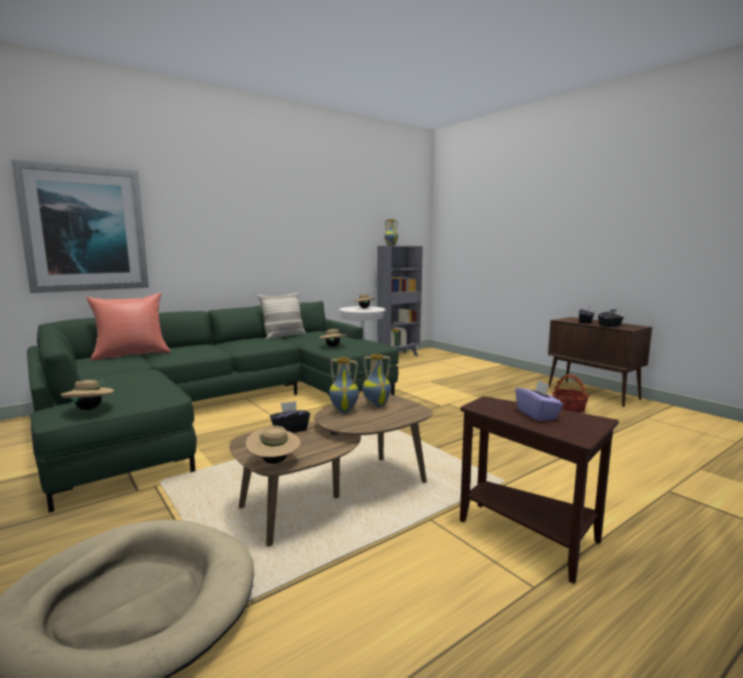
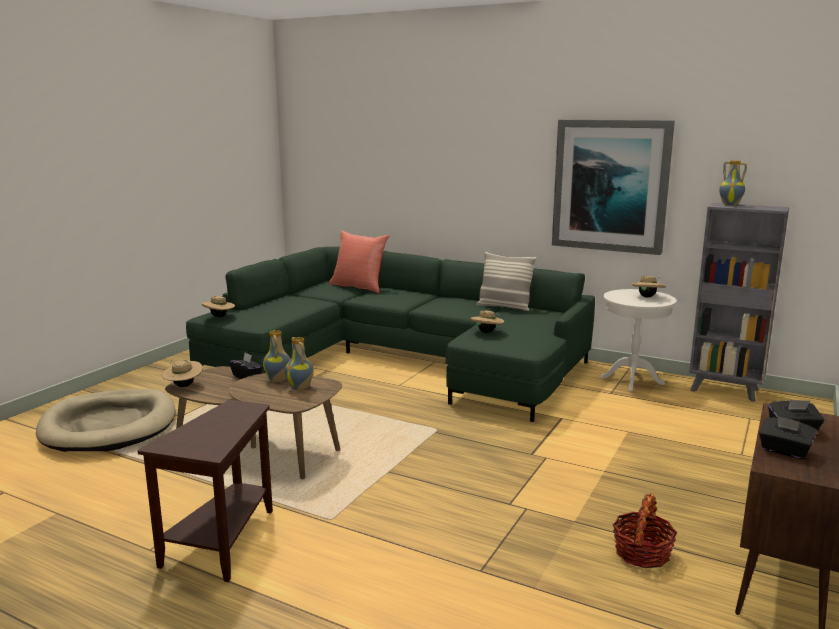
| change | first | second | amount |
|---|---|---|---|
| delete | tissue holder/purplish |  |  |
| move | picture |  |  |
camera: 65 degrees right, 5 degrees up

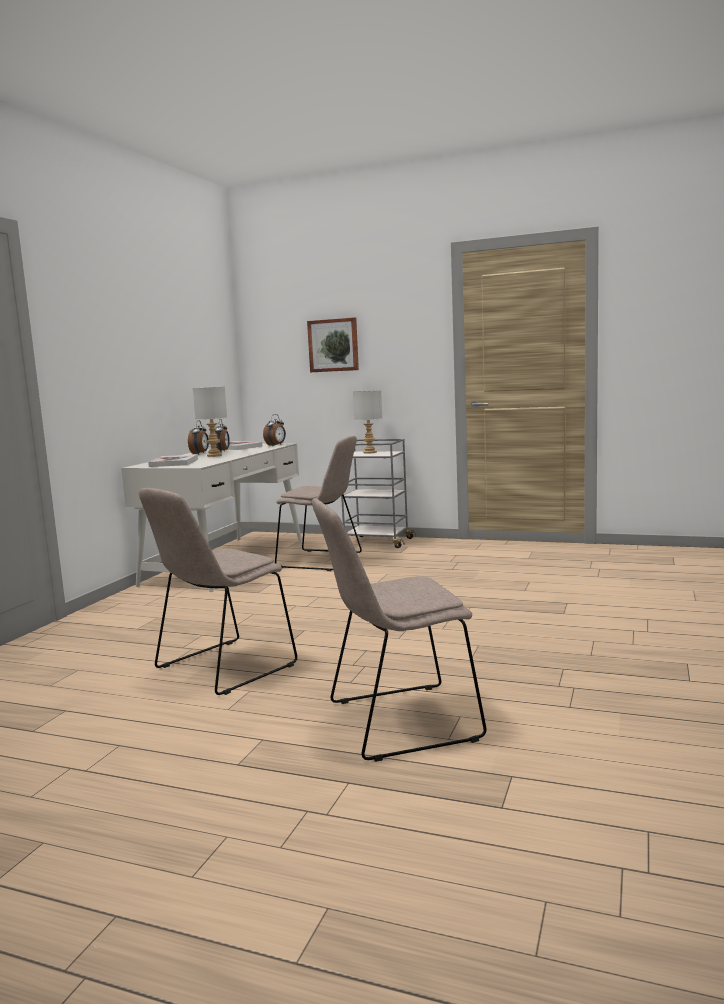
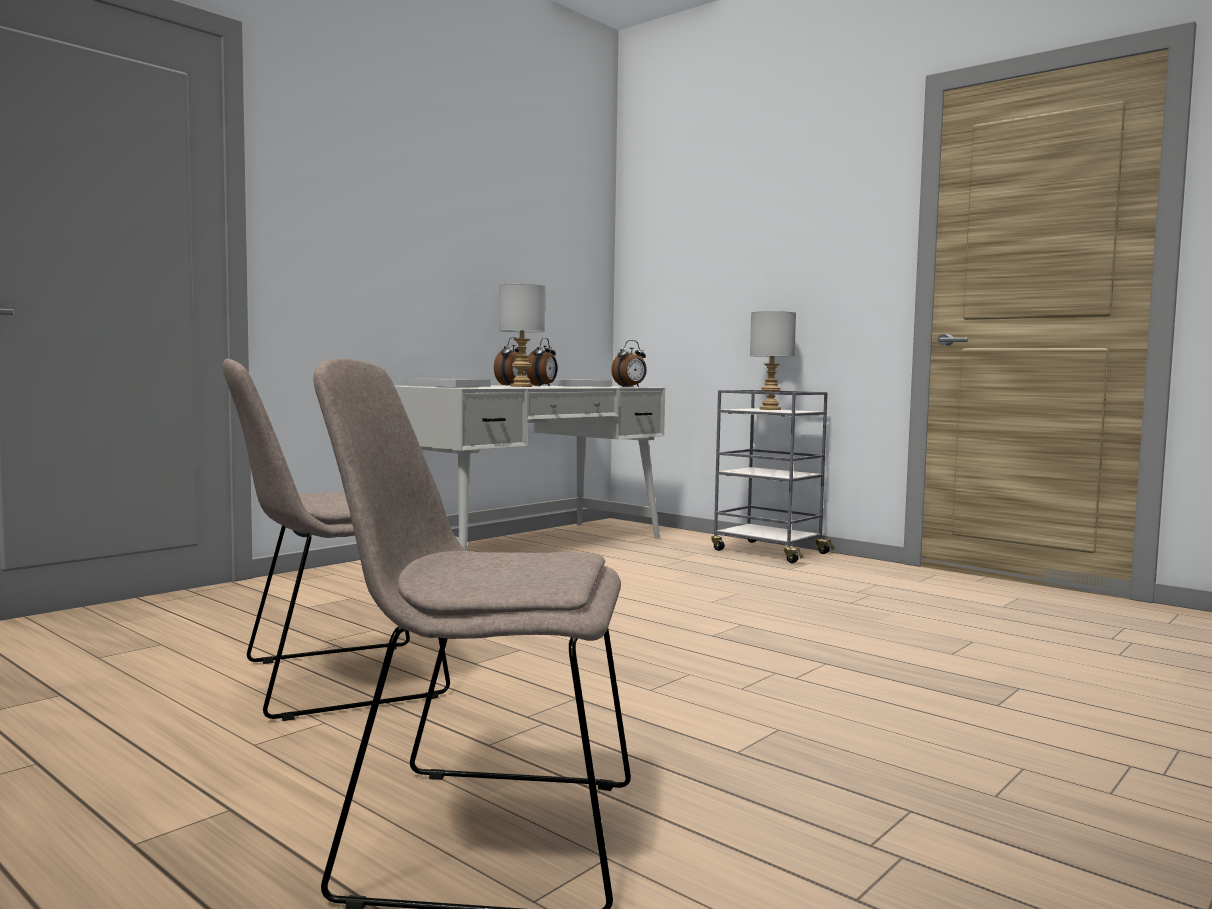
| change | first | second | amount |
|---|---|---|---|
| delete | chair/beige-coloured (2nd from left) |  |  |
| delete | picture |  |  |
camera: 20 degrees right, 5 degrees down

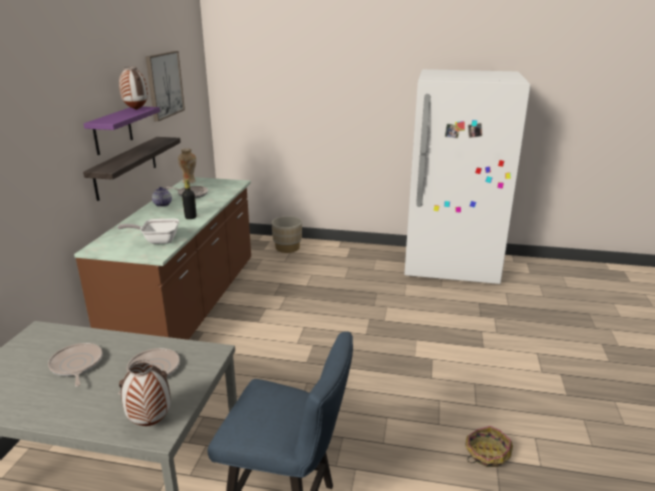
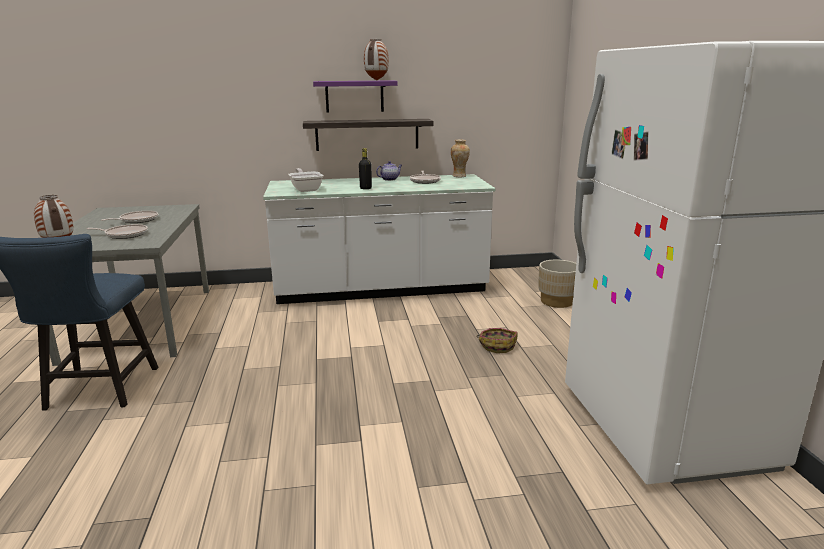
| change | first | second | amount |
|---|---|---|---|
| delete | picture |  |  |
| move | basket |  |  |
| recolor | kitchen base unit/brownish | kitchen base unit/whitish |  |
camera: 70 degrees right, 5 degrees down

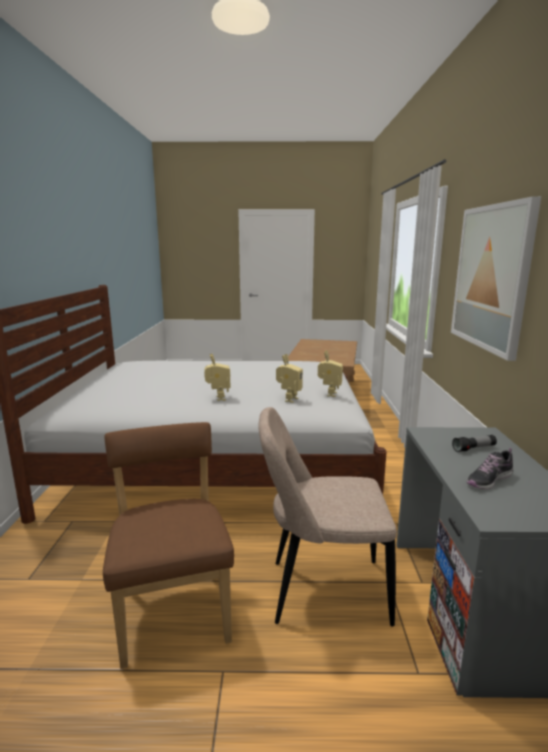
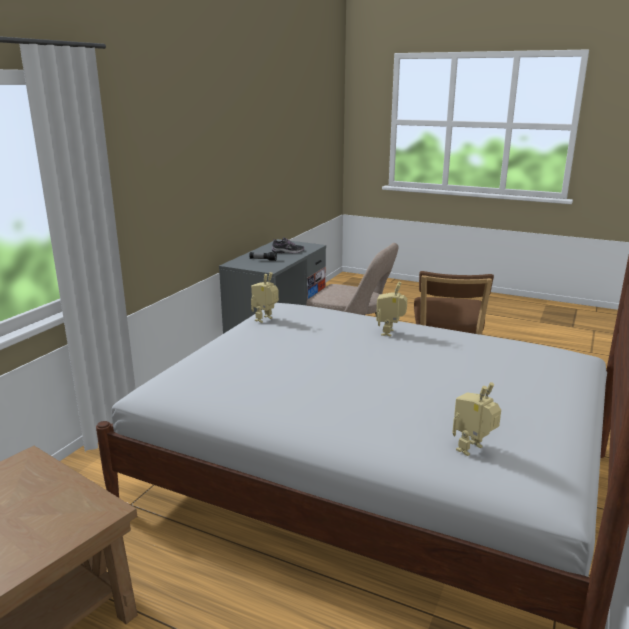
| change | first | second | amount |
|---|---|---|---|
| delete | picture |  |  |
| move | robot figure (2nd from left in the first image) | robot figure (3rd from left) |  |
camera: 155 degrees left, 5 degrees up

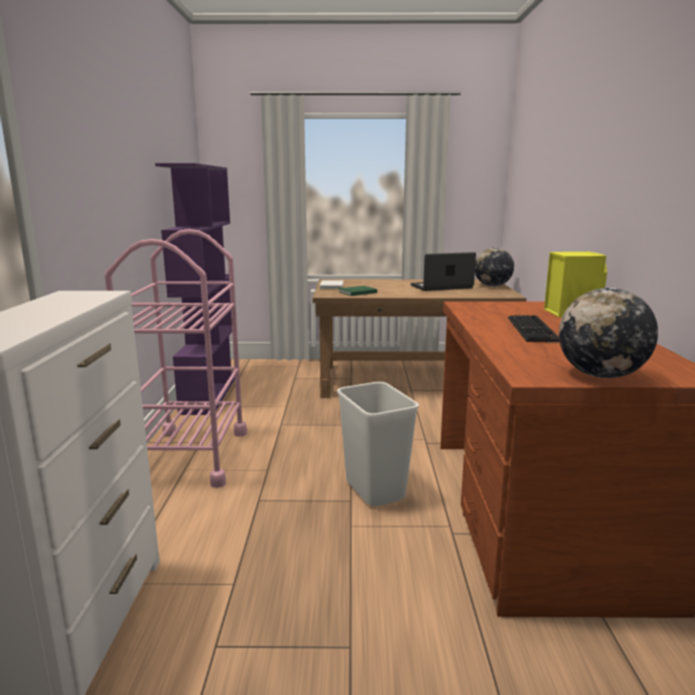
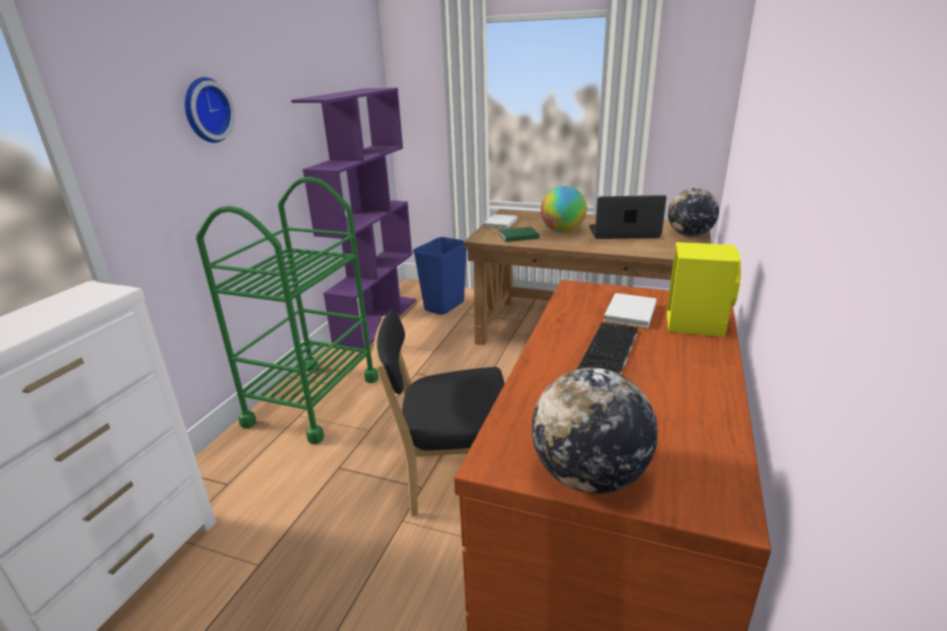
| change | first | second | amount |
|---|---|---|---|
| insert |  | hanging clock |  |
| insert |  | trash can/blue-coloured |  |
| insert |  | world globe (1st from left) |  |
| insert |  | volume/whitish (2nd from left) |  |
| replace | trash can/whitish | chair/blackish |  |
| recolor | trolley/pink | trolley/greenish |  |
camera: 20 degrees right, 10 degrees up

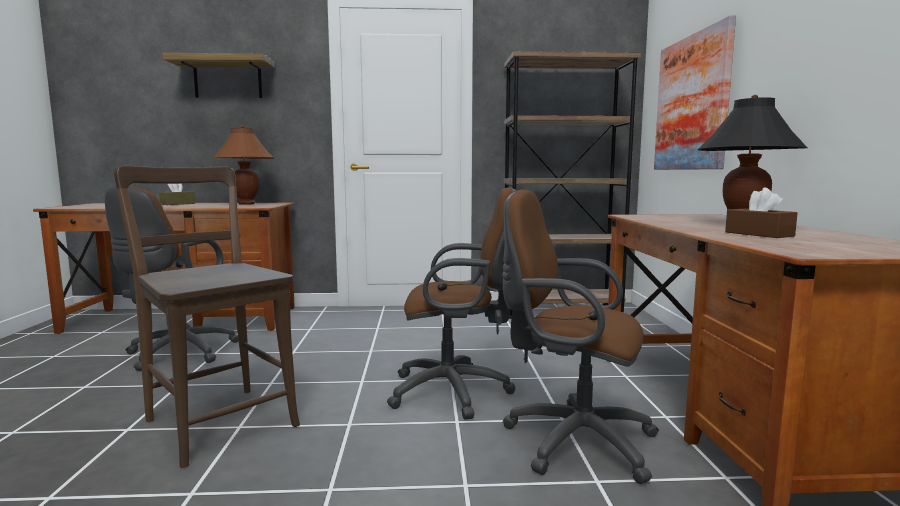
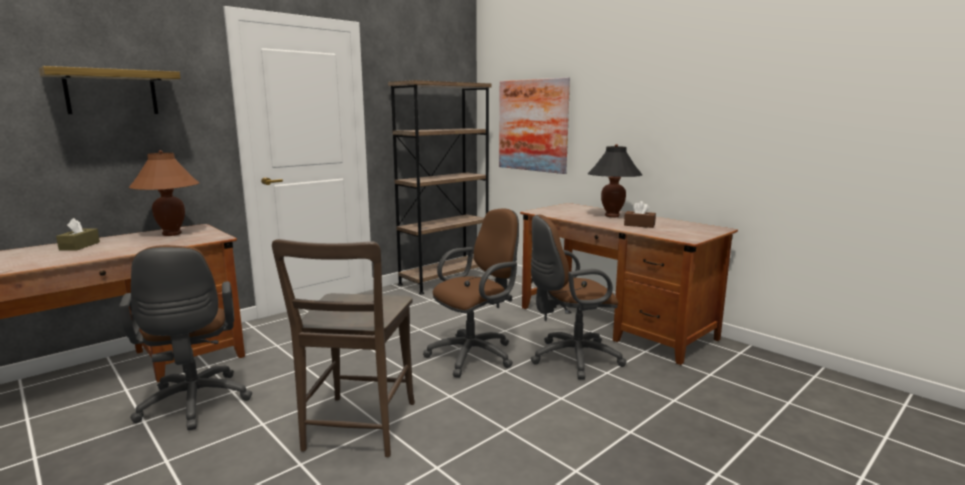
| change | first | second | amount |
|---|---|---|---|
| rotate | chair/brownish |  | 90 degrees counterclockwise |
camera: 40 degrees left, 5 degrees up

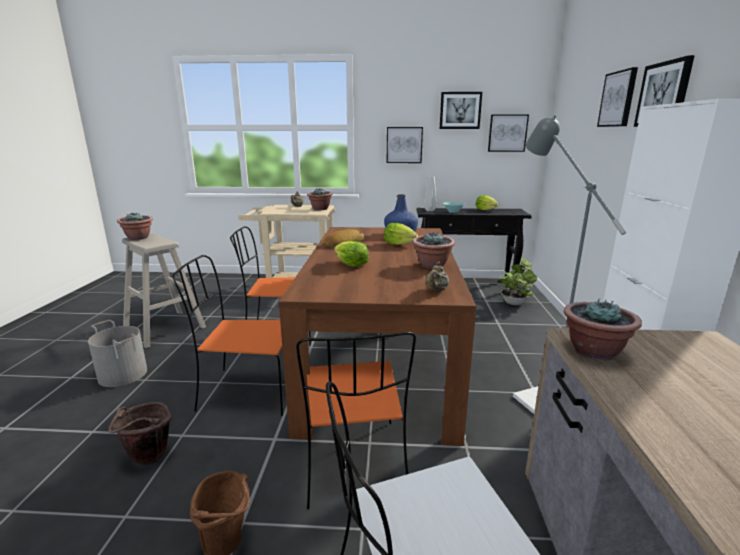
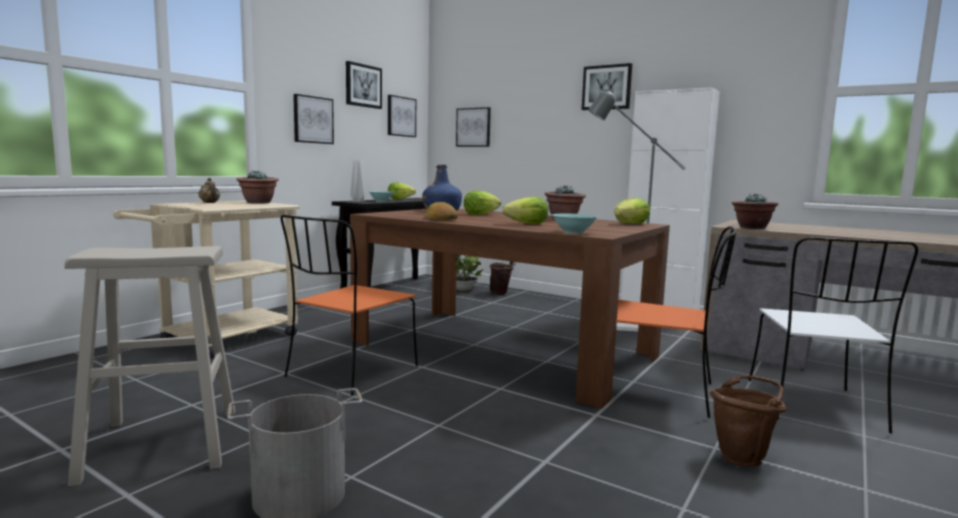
| change | first | second | amount |
|---|---|---|---|
| delete | plant in a pot (1st from left) |  |  |
| delete | chair/orangey (1st from left) |  |  |
| insert |  | deep dish/turquoise-coloured (2nd from left) |  |
| move | bucket/brownish (1st from left) |  |  |
| move | picture (4th from left) |  |  |
| replace | teapot/beige-coloured (2nd from left) | lettuce head (4th from left) |  |
camera: 60 degrees left, 10 degrees down

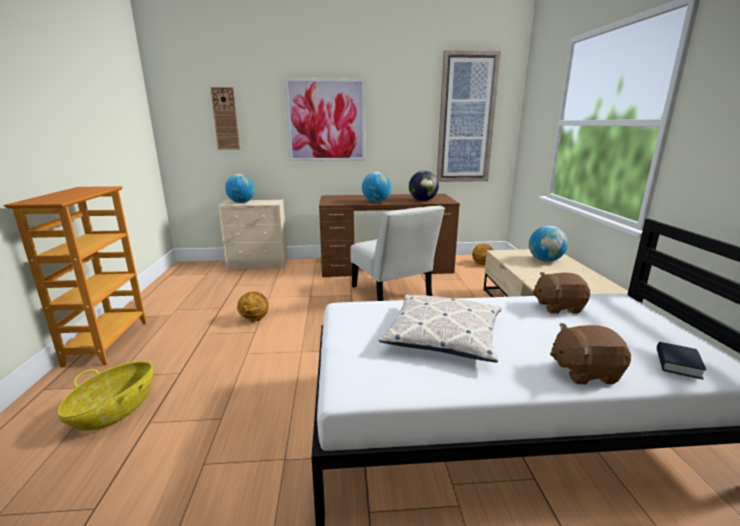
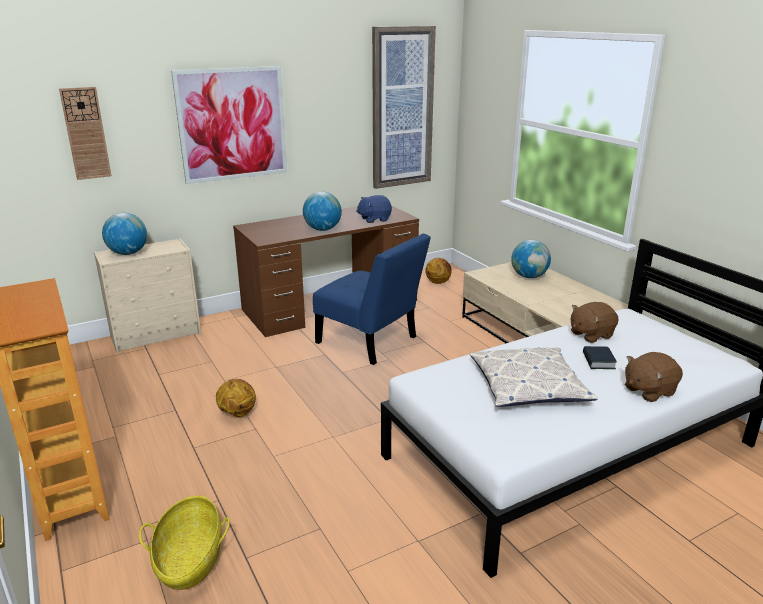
| change | first | second | amount |
|---|---|---|---|
| move | volume |  |  |
| replace | world globe (3rd from left) | soft toy/blue-coloured |  |
| recolor | chair/whitish | chair/blue-coloured |  |
camera: 25 degrees left, 5 degrees up

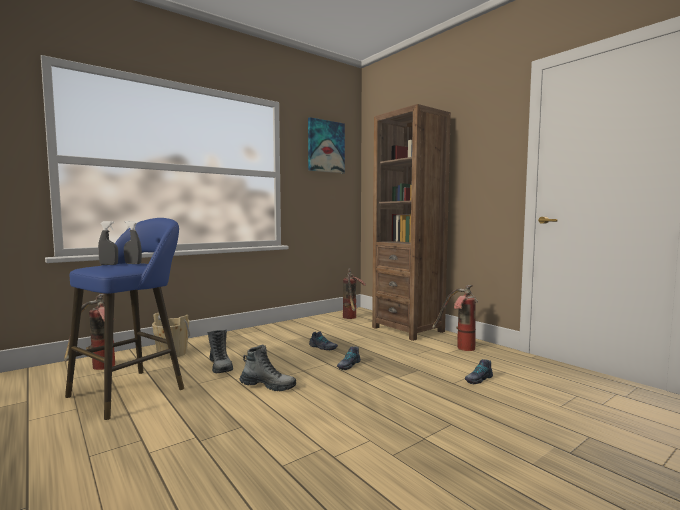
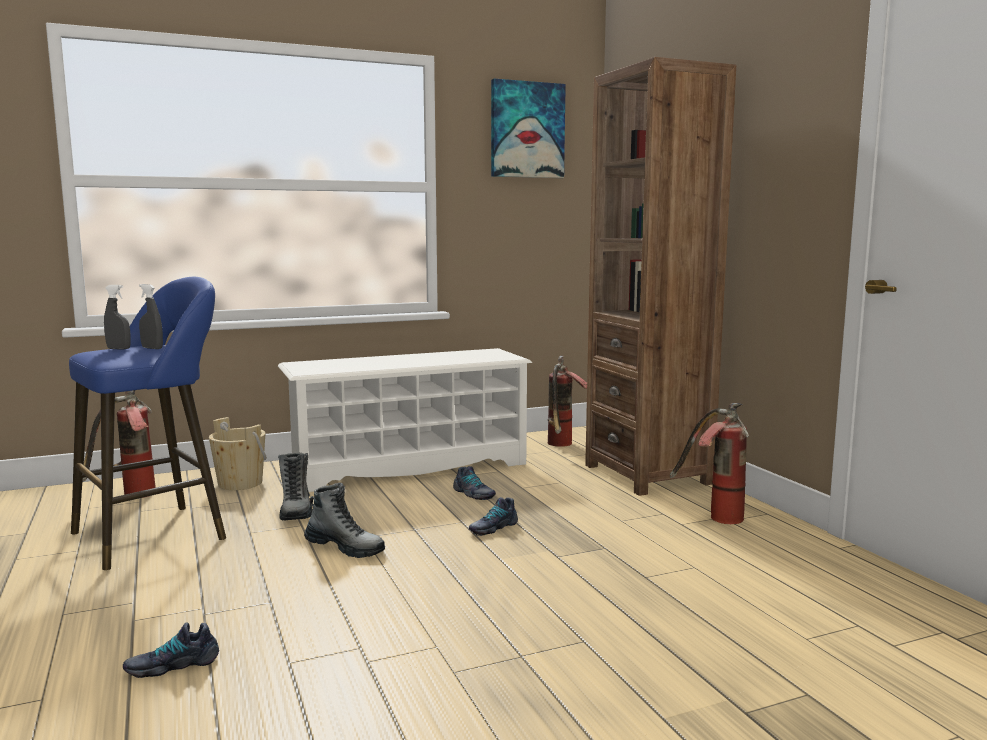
| change | first | second | amount |
|---|---|---|---|
| insert |  | shoe stand/whitish |  |
| move | low shoe (3rd from left in the first image) | low shoe (1st from left) |  |
camera: 15 degrees right, 5 degrees up

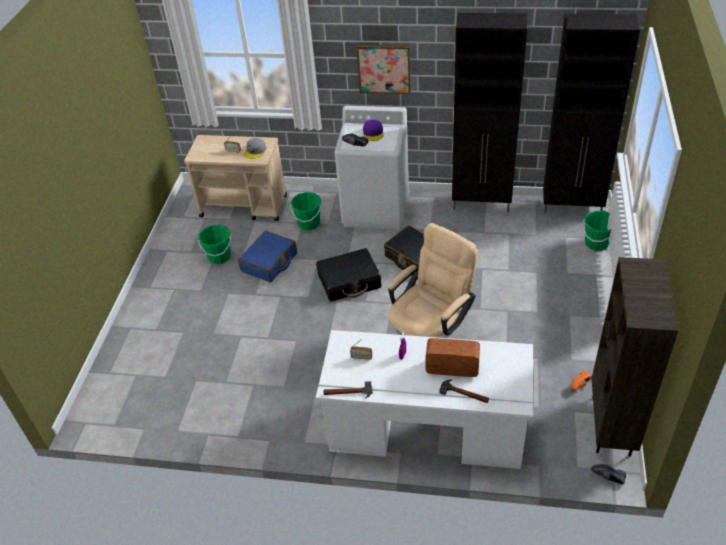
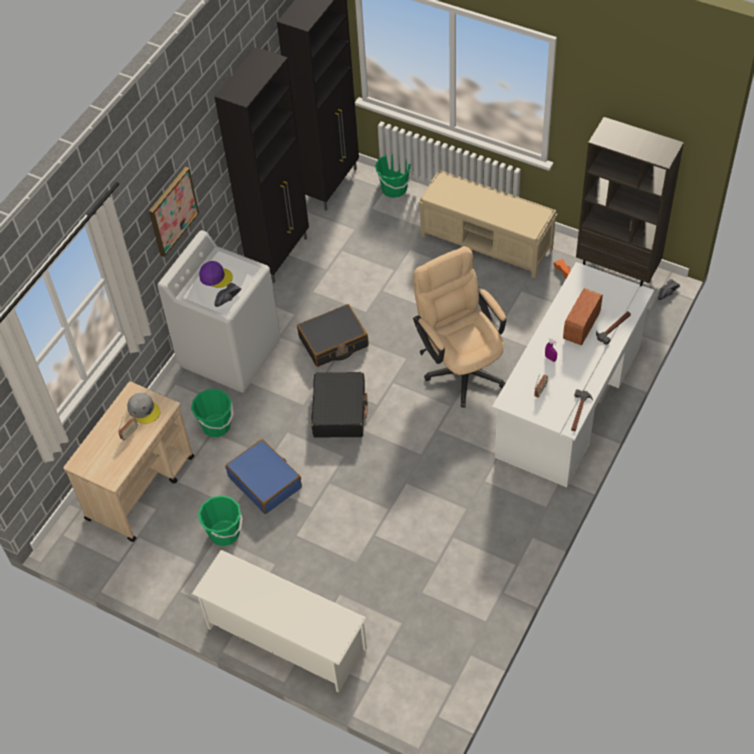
| change | first | second | amount |
|---|---|---|---|
| insert |  | shoe stand/whitish |  |
| insert |  | indoor bench/beige-coloured |  |
camera: 70 degrees left, 10 degrees up

